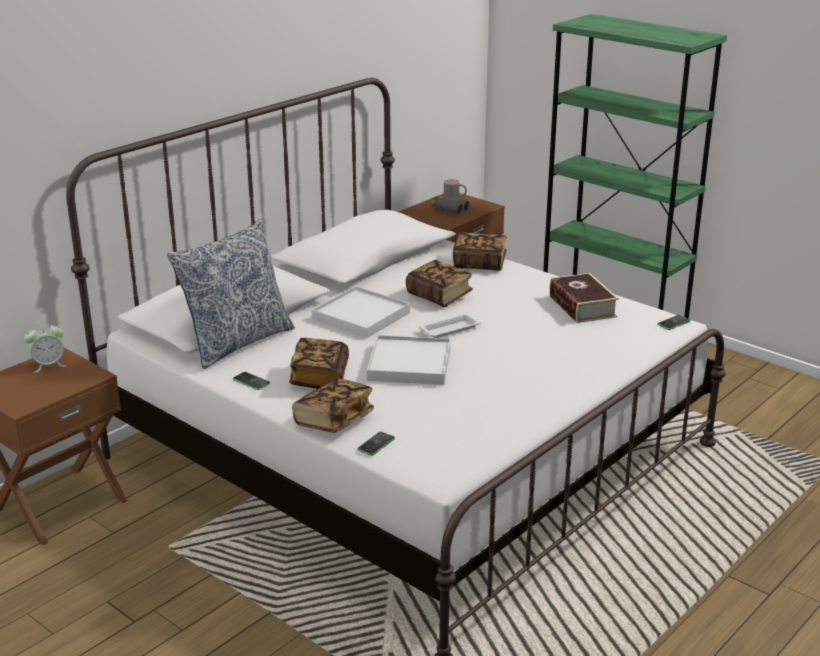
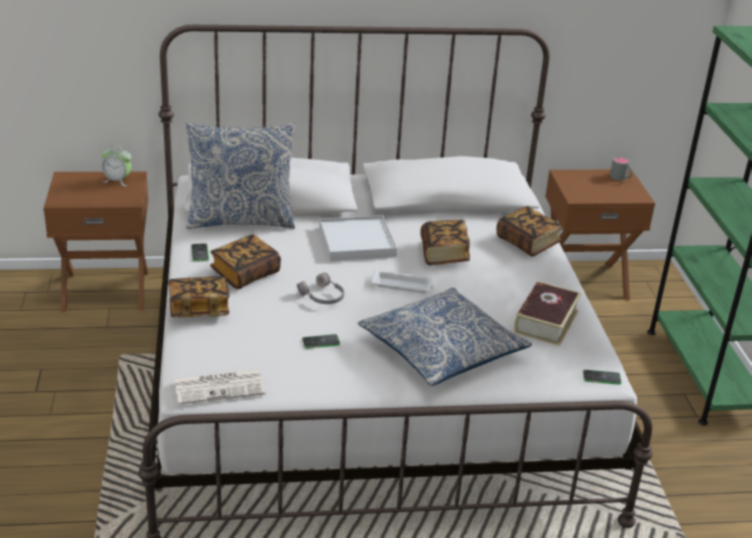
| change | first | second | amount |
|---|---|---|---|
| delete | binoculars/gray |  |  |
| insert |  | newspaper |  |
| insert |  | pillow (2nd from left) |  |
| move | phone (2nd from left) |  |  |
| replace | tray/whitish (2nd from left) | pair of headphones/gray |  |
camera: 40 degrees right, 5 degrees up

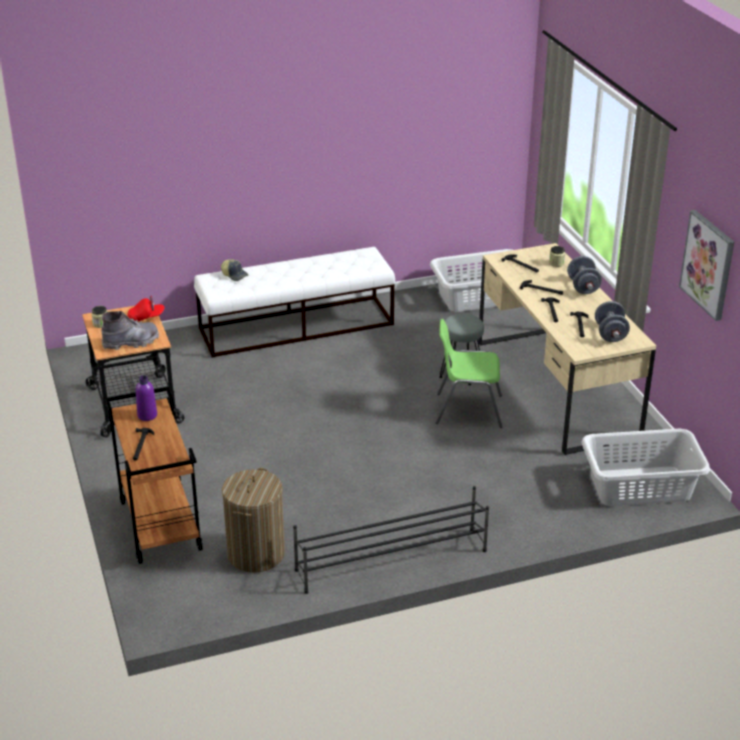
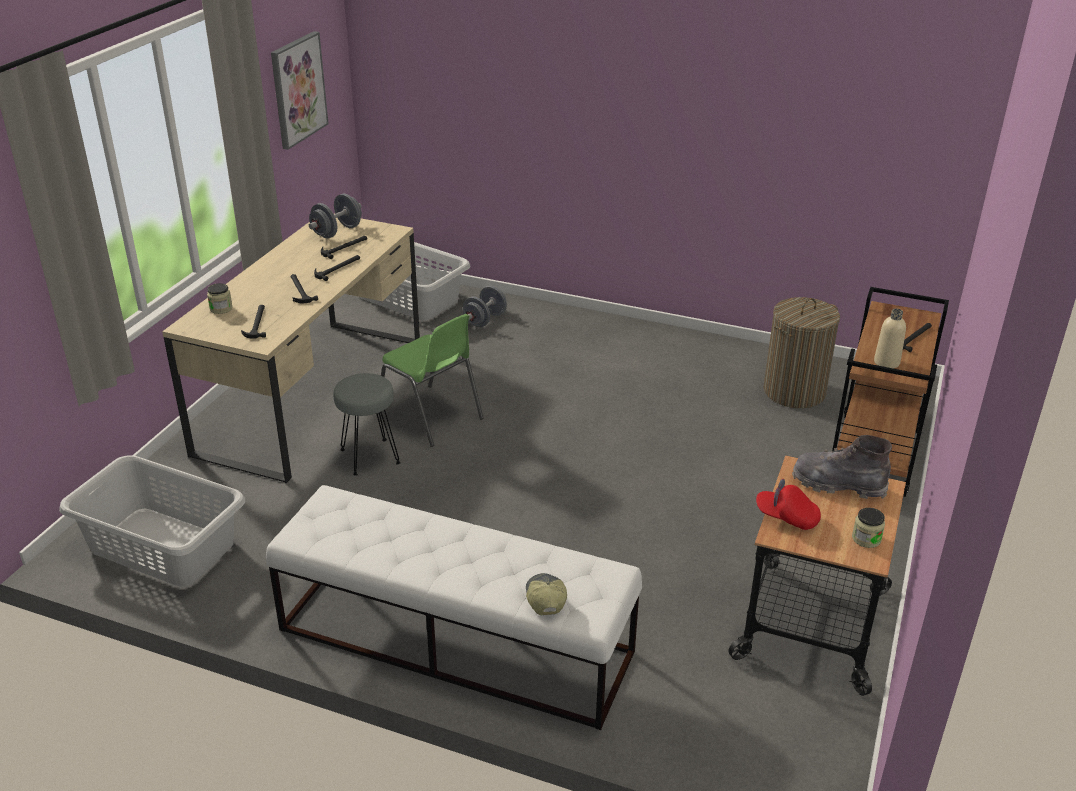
| change | first | second | amount |
|---|---|---|---|
| delete | shoe stand/blackish |  |  |
| move | free weight/gray (1st from left in the first image) | free weight/gray (2nd from left) |  |
| recolor | drink bottle/purplish | drink bottle/beige-coloured |  |
camera: 140 degrees left, 0 degrees up

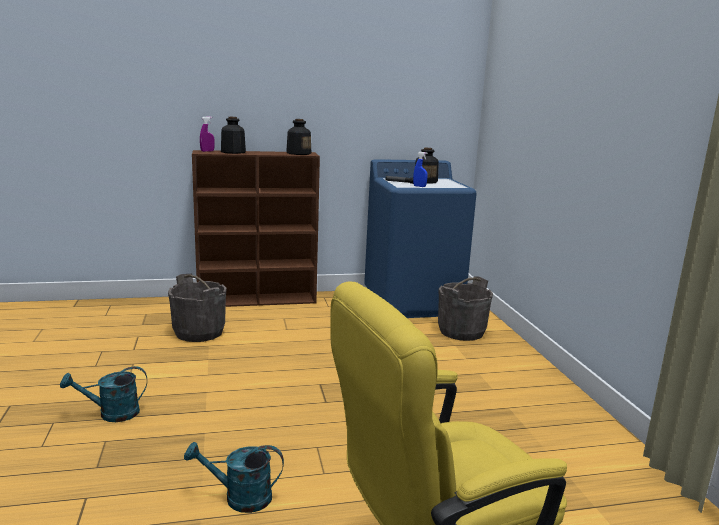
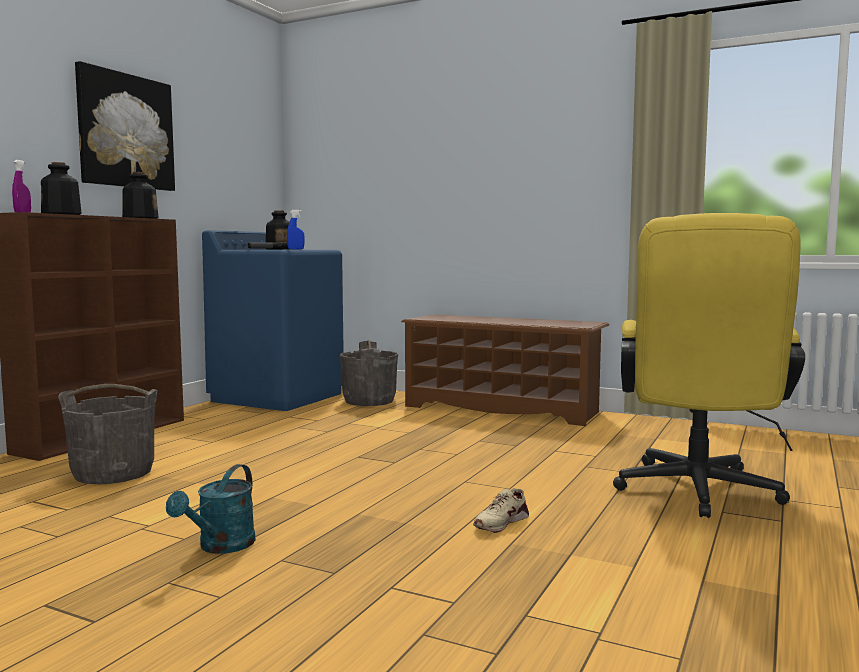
| change | first | second | amount |
|---|---|---|---|
| insert |  | picture |  |
| insert |  | shoe stand/brownish |  |
| replace | sprinkling can/turquoise-coloured (2nd from left) | low shoe/beige-coloured |  |
camera: 50 degrees left, 10 degrees down

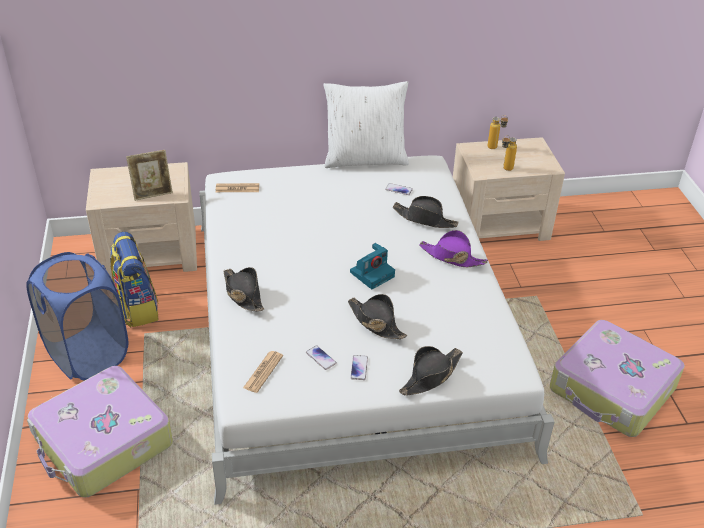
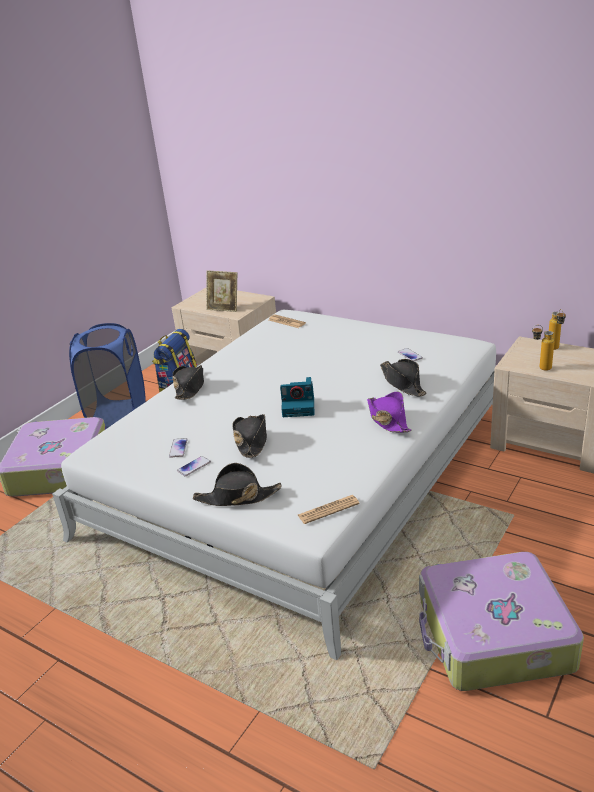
| change | first | second | amount |
|---|---|---|---|
| delete | pillow/whitish |  |  |
| move | newspaper (2nd from left) |  |  |
camera: 45 degrees right, 10 degrees down

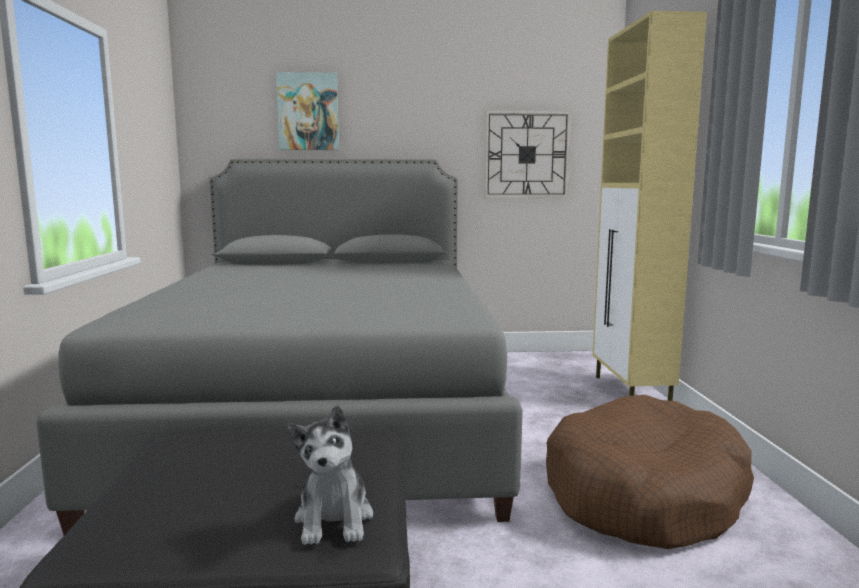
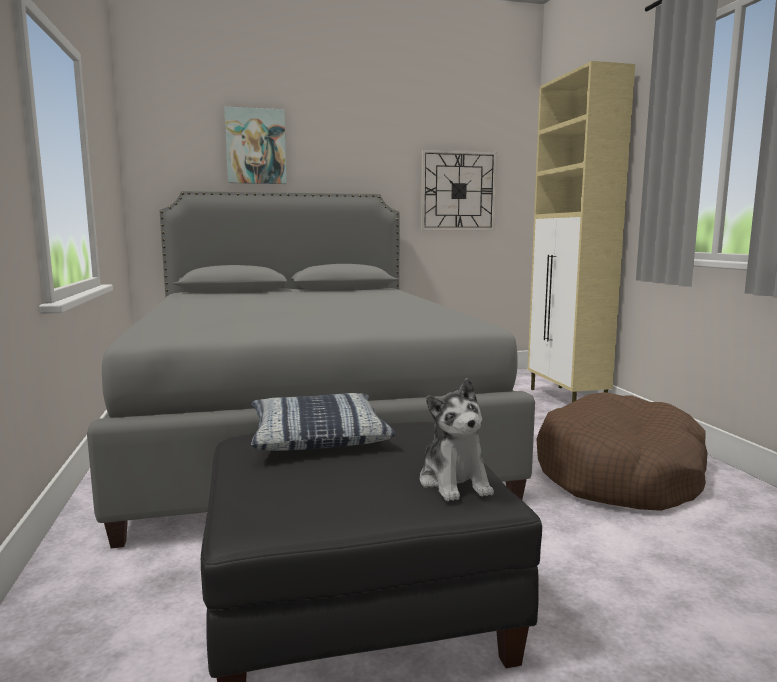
| change | first | second | amount |
|---|---|---|---|
| insert |  | pillow |  |
camera: 10 degrees left, 0 degrees up

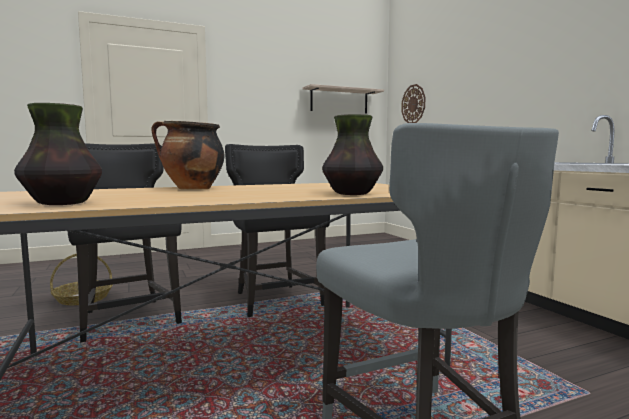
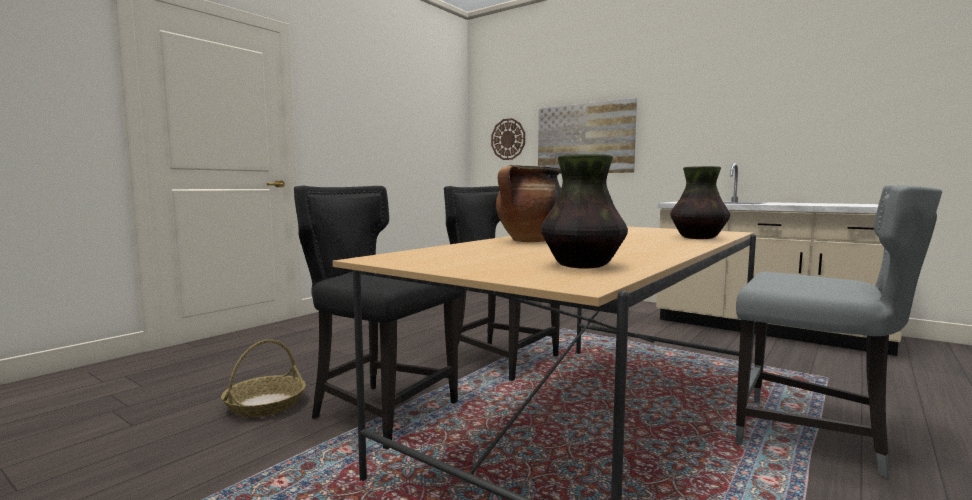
| change | first | second | amount |
|---|---|---|---|
| delete | wall shelf |  |  |
| insert |  | picture |  |
camera: 30 degrees left, 0 degrees up

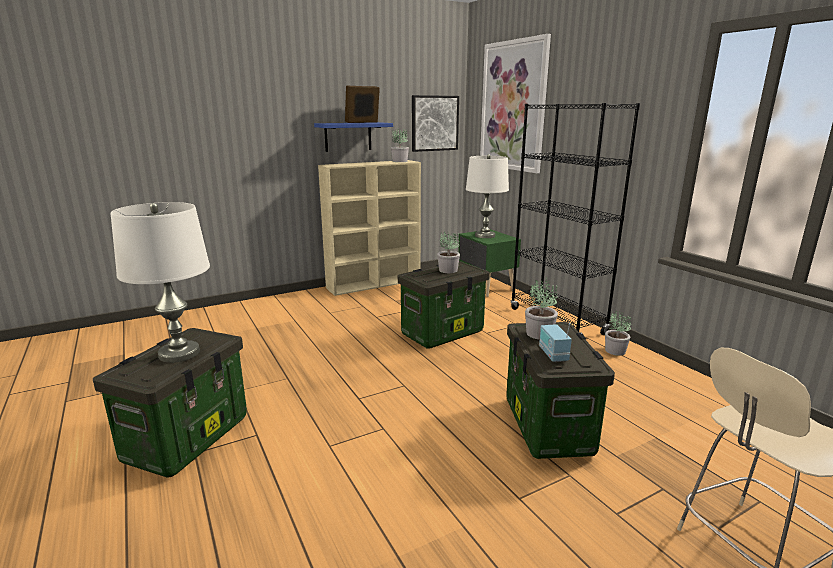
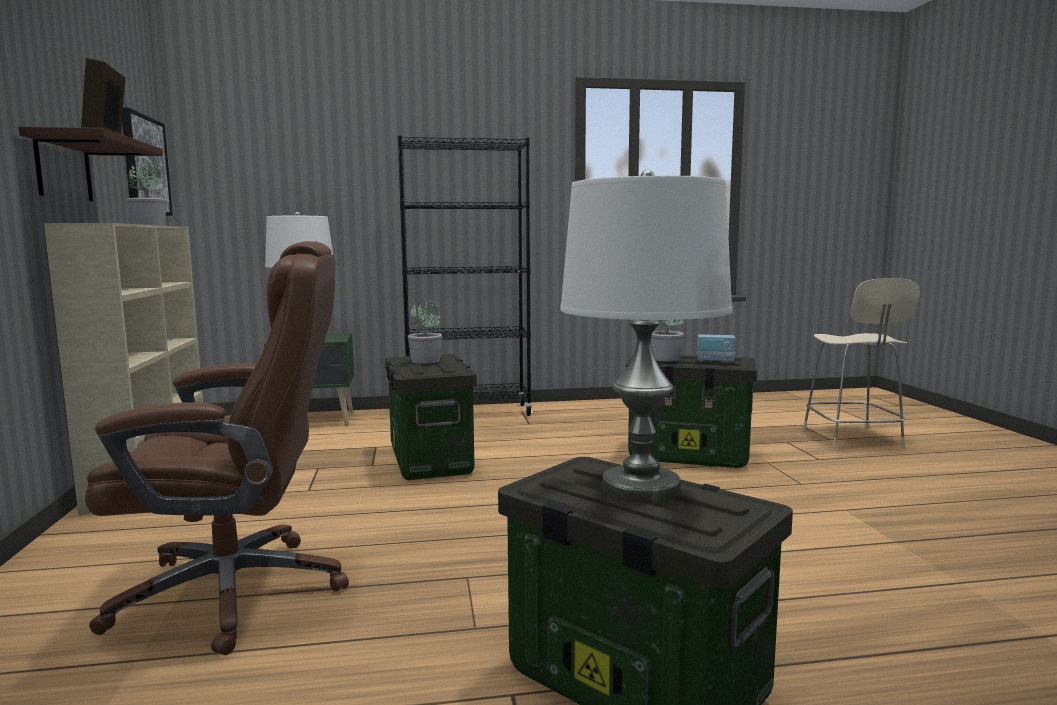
| change | first | second | amount |
|---|---|---|---|
| delete | picture (2nd from left) |  |  |
| delete | plant in a pot (4th from left) |  |  |
| insert |  | desk chair/brownish |  |
| recolor | wall shelf/blue-coloured | wall shelf/brownish |  |
camera: 70 degrees left, 10 degrees down

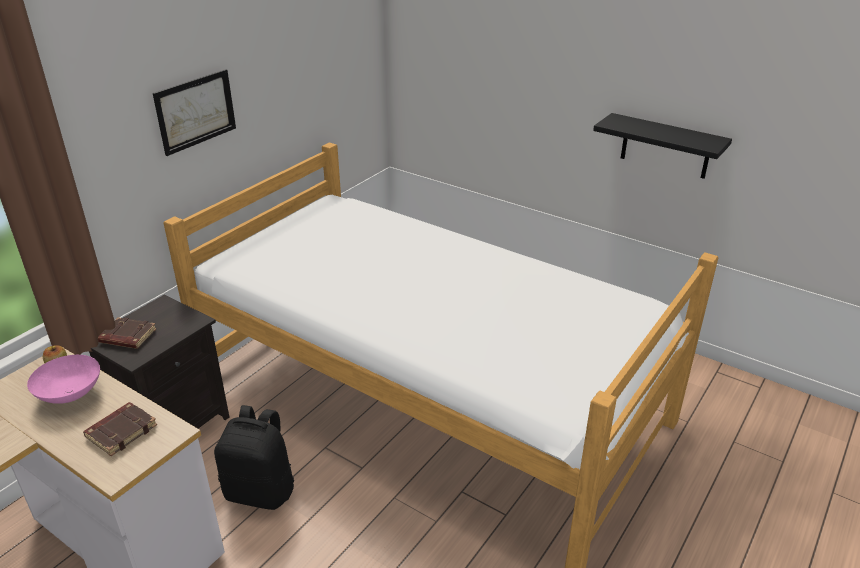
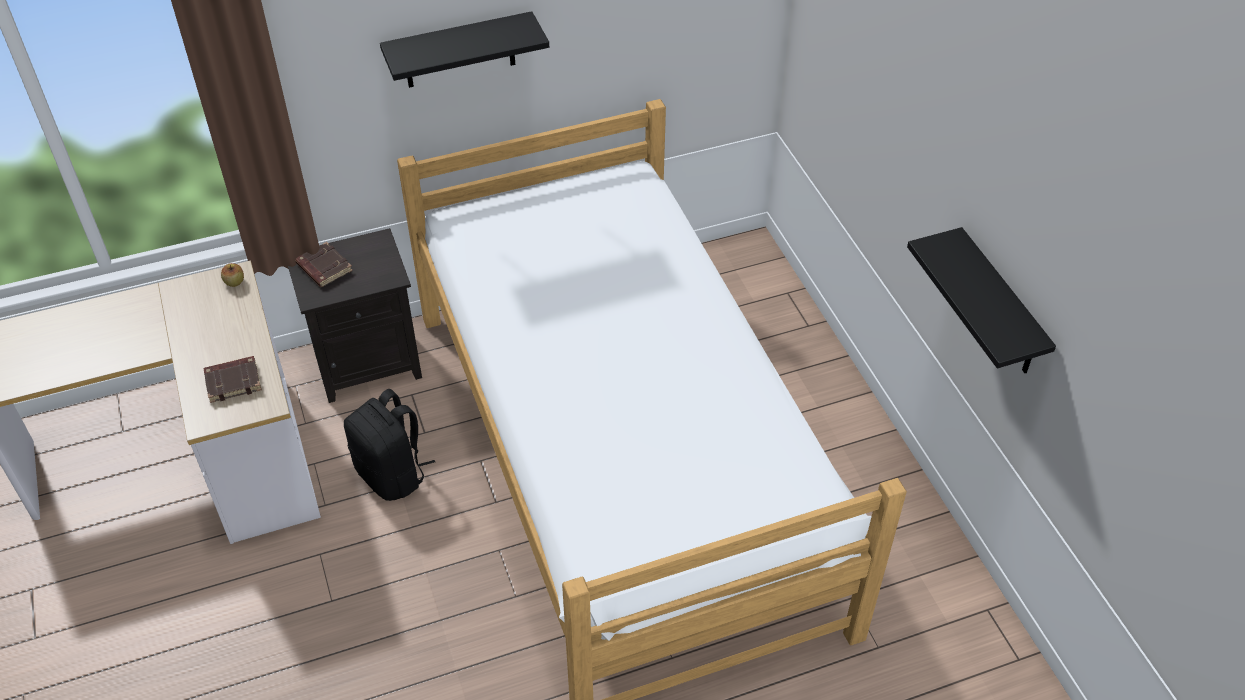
| change | first | second | amount |
|---|---|---|---|
| delete | deep dish/pink |  |  |
| replace | picture | wall shelf/blackish (1st from left) |  |
camera: 35 degrees right, 15 degrees up

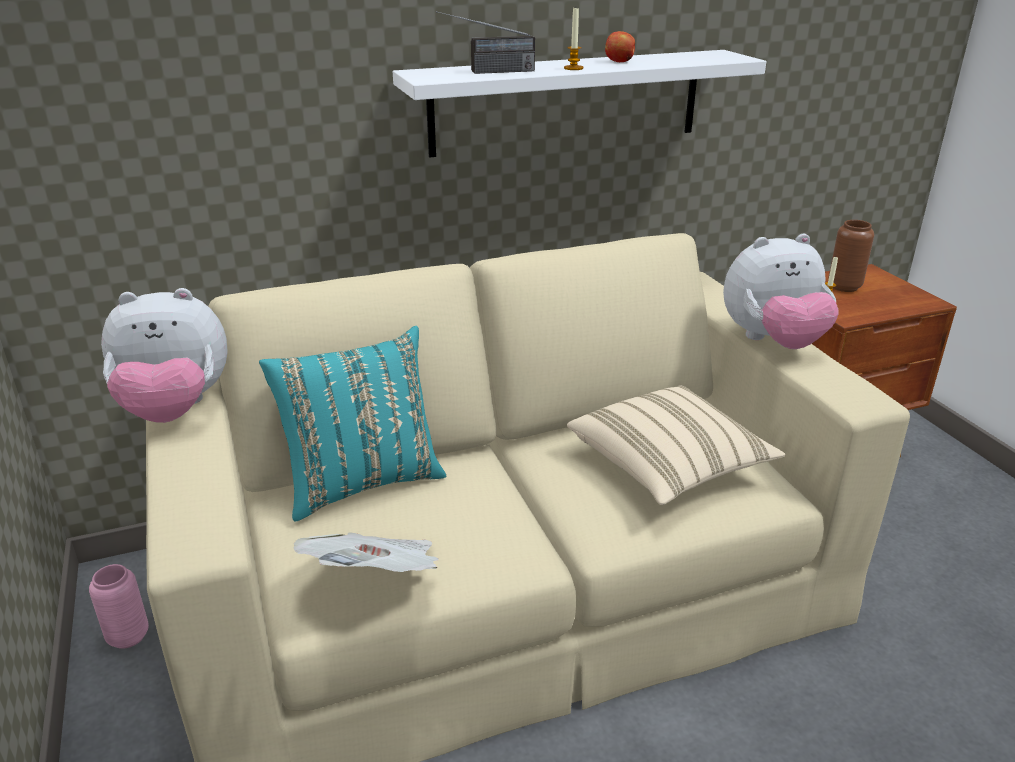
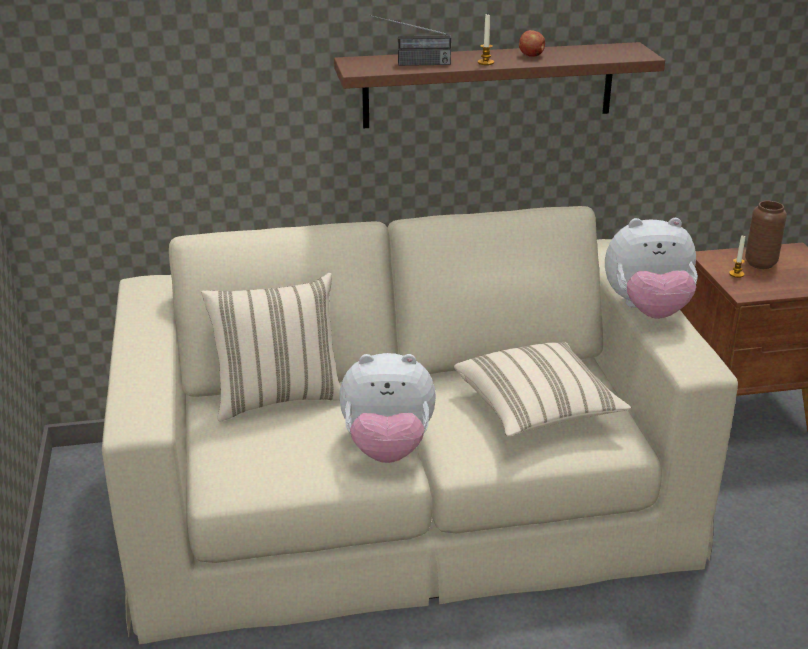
| change | first | second | amount |
|---|---|---|---|
| delete | decorative vase/pink |  |  |
| delete | newspaper |  |  |
| move | soft toy (1st from left) |  |  |
| recolor | pillow/turquoise-coloured | pillow/beige-coloured (1st from left) |  |
| recolor | wall shelf/whitish | wall shelf/brownish |  |
camera: 10 degrees right, 0 degrees up

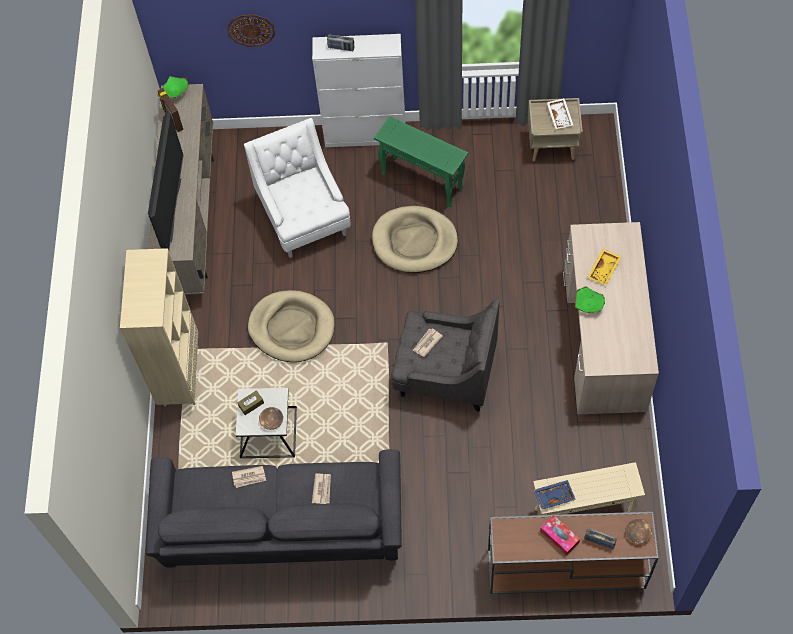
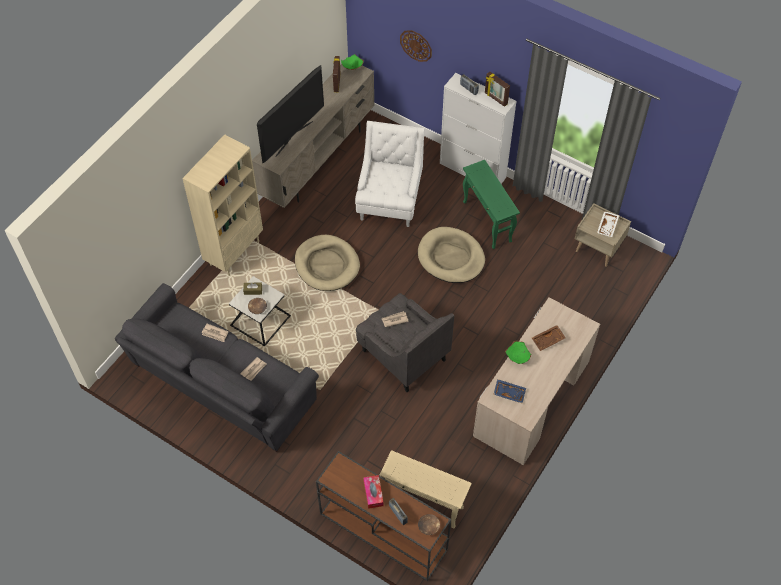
| change | first | second | amount |
|---|---|---|---|
| insert |  | picture frame (2nd from left) |  |
| move | tray/blue-coloured |  |  |
| recolor | tray/yellow-coloured | tray/brownish |  |
camera: 30 degrees right, 5 degrees down

